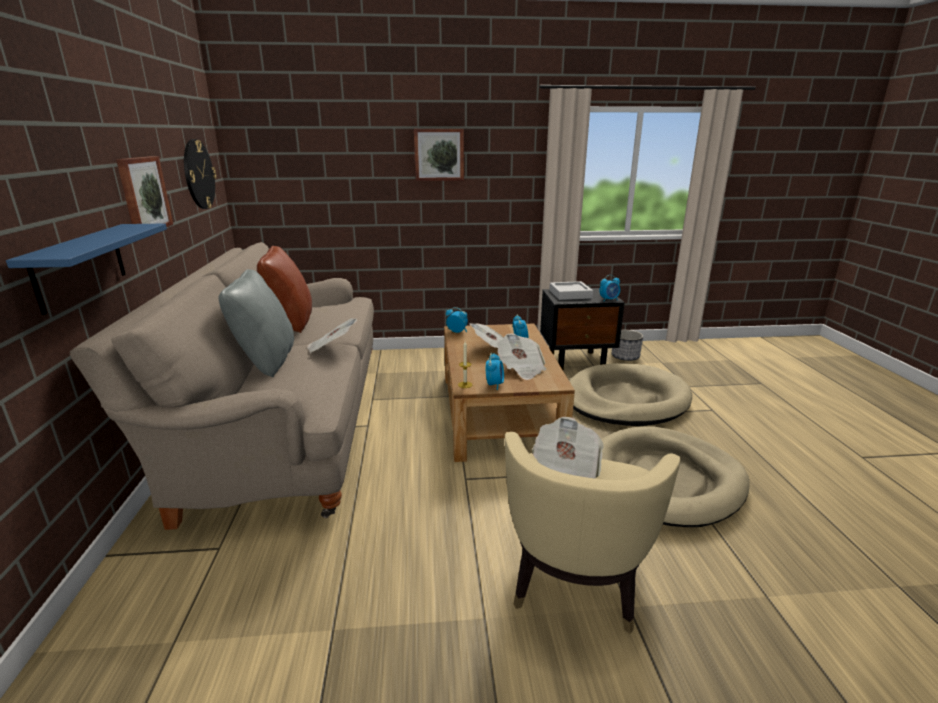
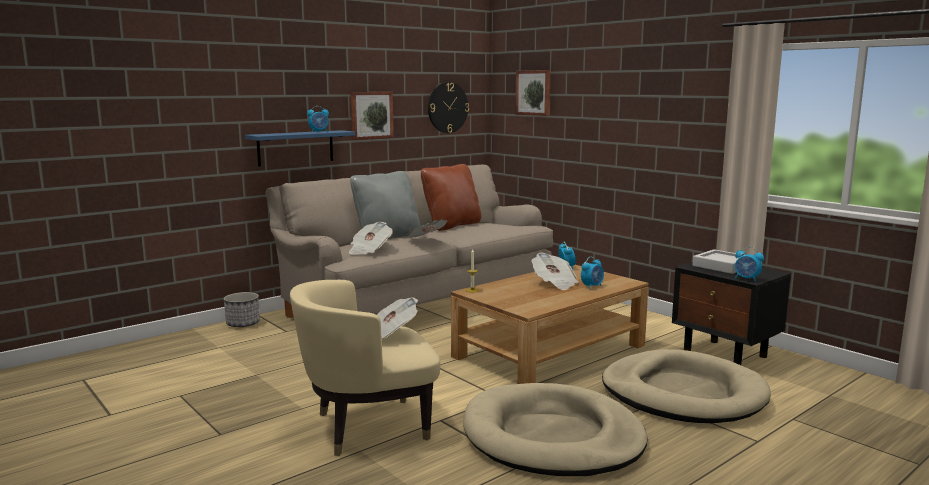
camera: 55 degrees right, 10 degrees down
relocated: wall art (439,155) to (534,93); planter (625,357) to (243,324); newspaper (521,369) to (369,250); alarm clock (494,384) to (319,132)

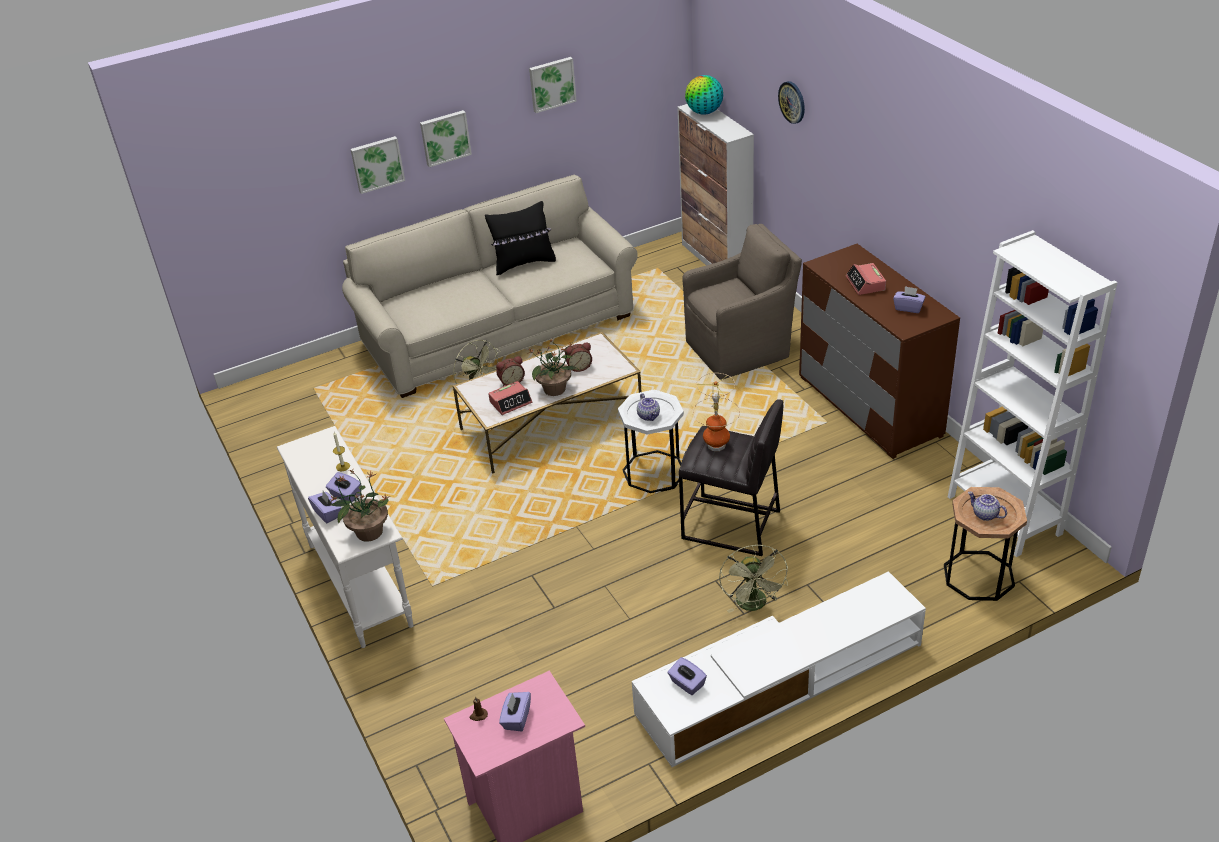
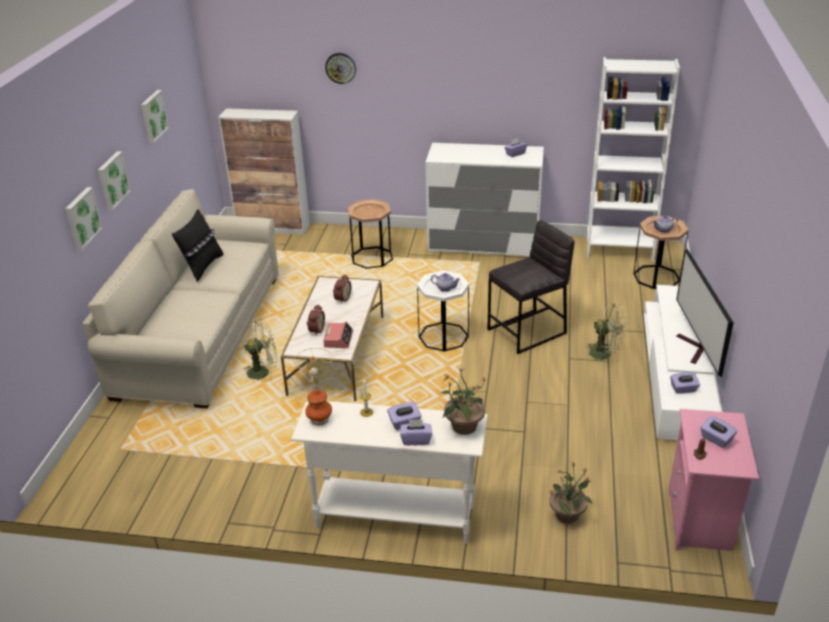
camera: 55 degrees left, 5 degrees down
missing: world globe (704,112); alarm clock (865,284)
appeared: TV (695,349)
relocated: plant in a pot (555,389) to (567,515); tabletop lamp (716,445) to (319,419)
exchanged: brownish armchair (740,349) to brownish end table (372,258)
colour: brownish chest of drawers (869,406) to white chest of drawers (483,244)

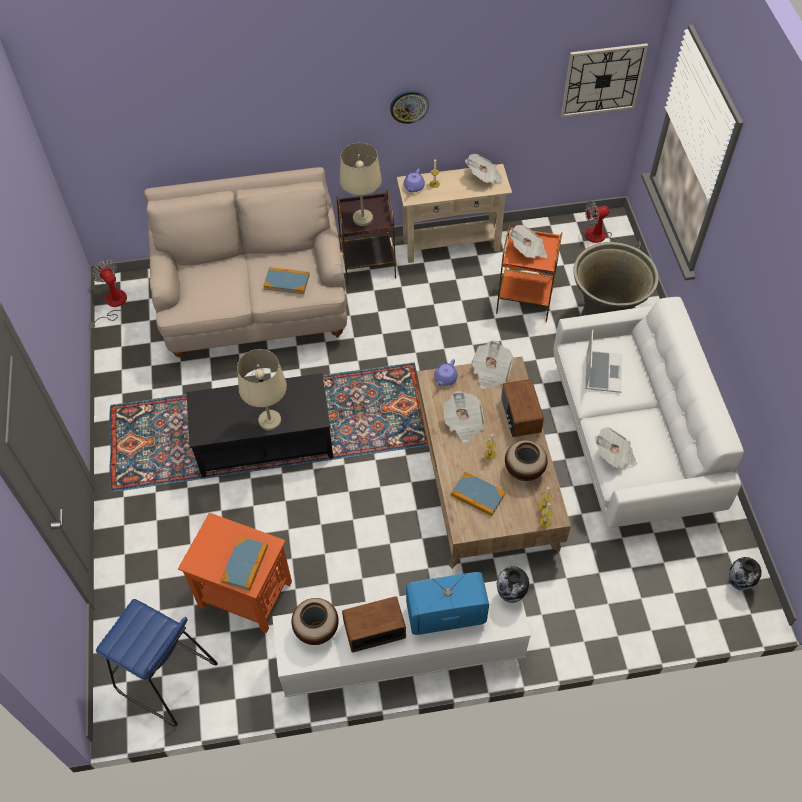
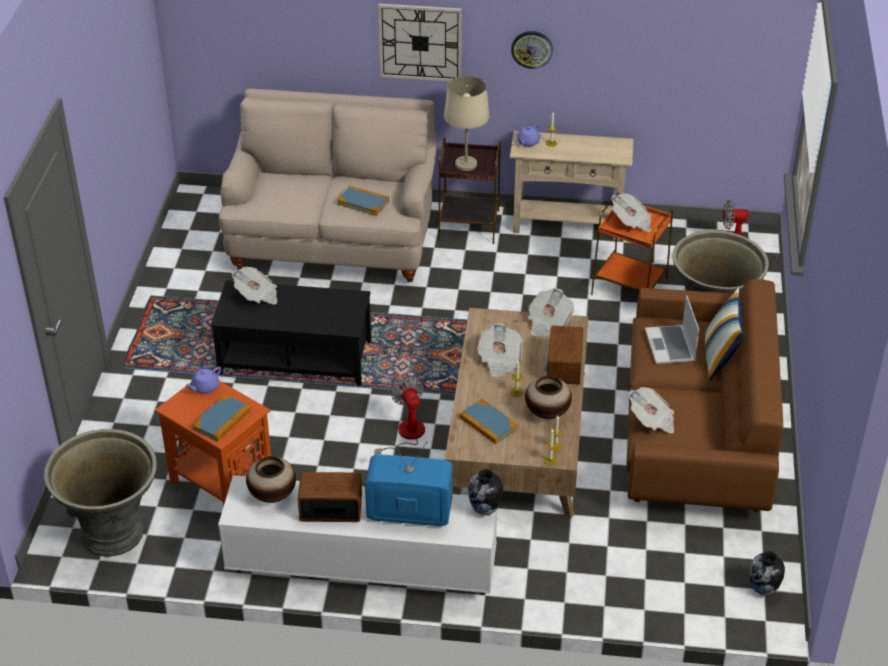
camera: 15 degrees right, 15 degrees down
missing: beige-coloured tabletop lamp (269,420)
appeared: throw pillow (720,358)
relocated: hanging clock (602,80) to (420,42); newspaper (484,177) to (257,296); fan (112,305) to (405,436); purplish teapot (445,379) to (205,387)
exchanged: blue stool (167,678) to gray planter (113,534)
colour: white settee (631,439) to brownish settee (695,436)
spun: laptop (602,372) = (671,346) 150 degrees clockwise

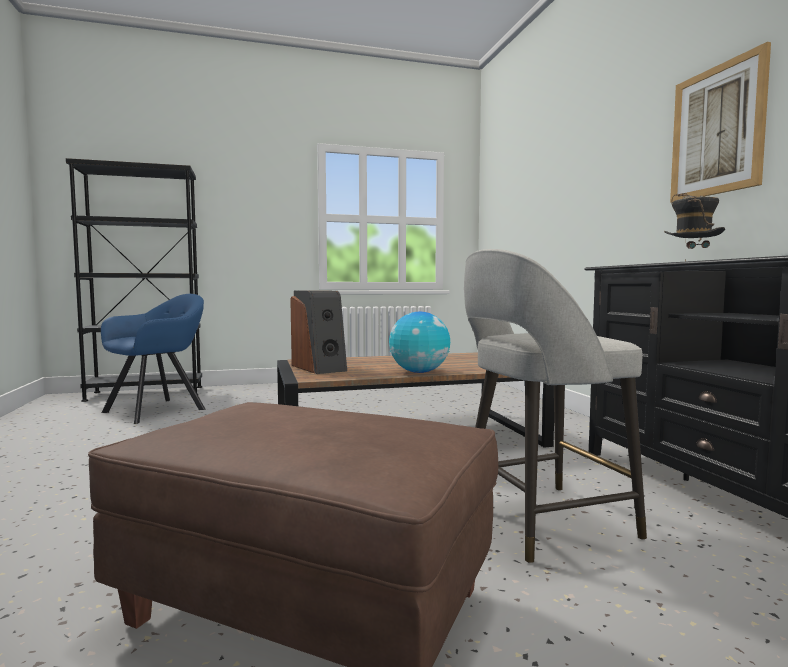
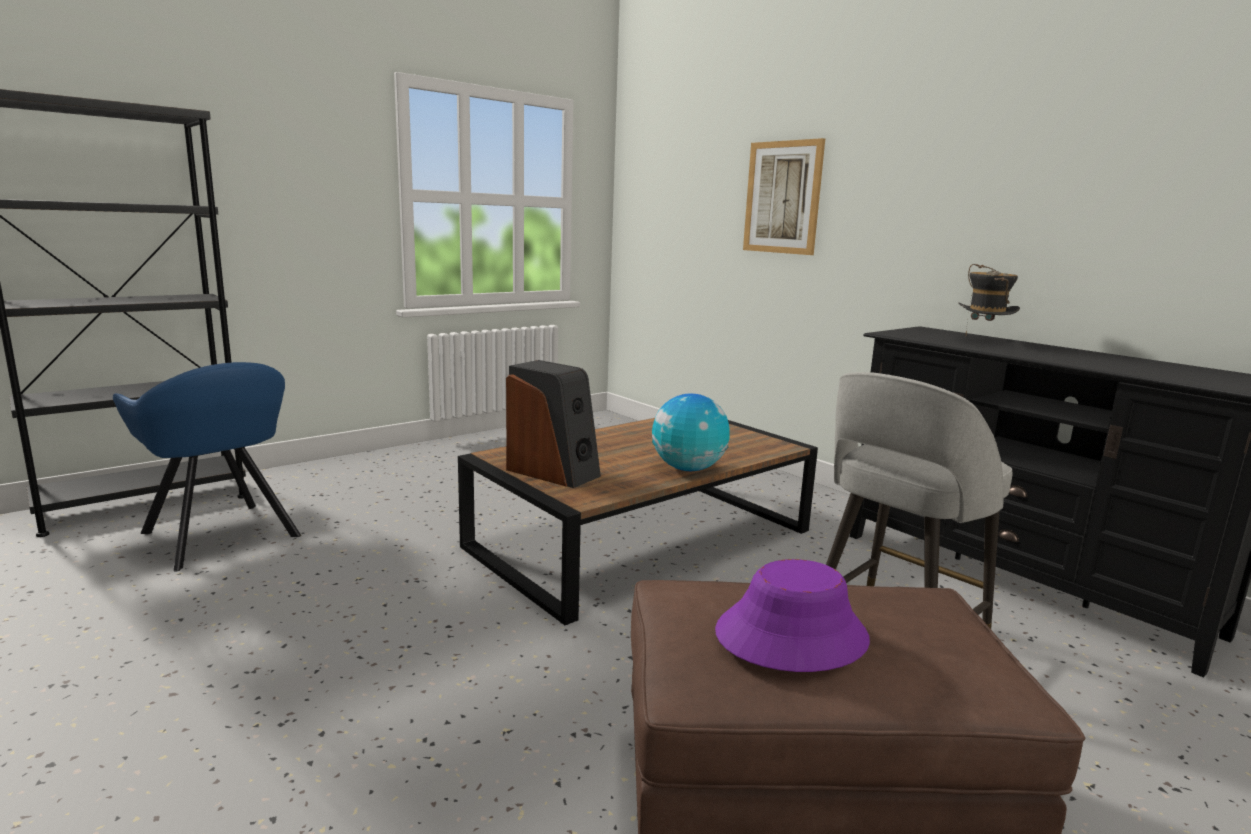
camera: 25 degrees left, 10 degrees up
appeared: purplish hat (791,635)
relocated: wall art (717,131) to (782,197)
spun: blue armchair (159,410) = (222,537) 120 degrees clockwise

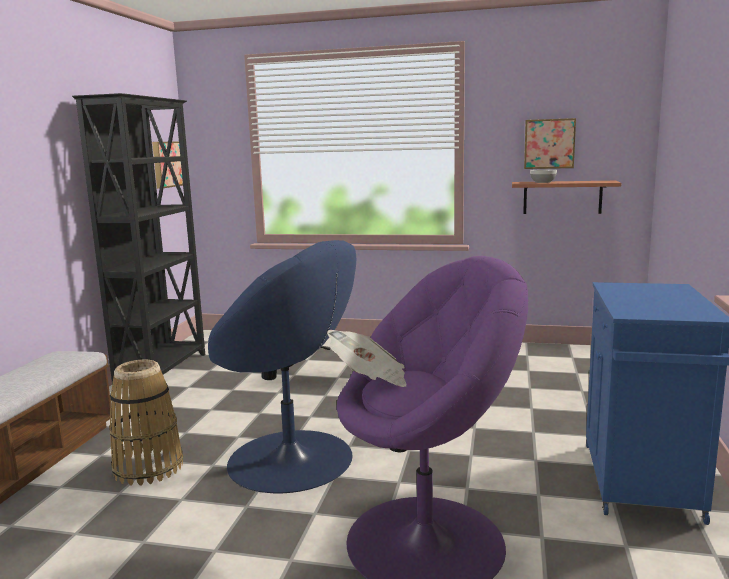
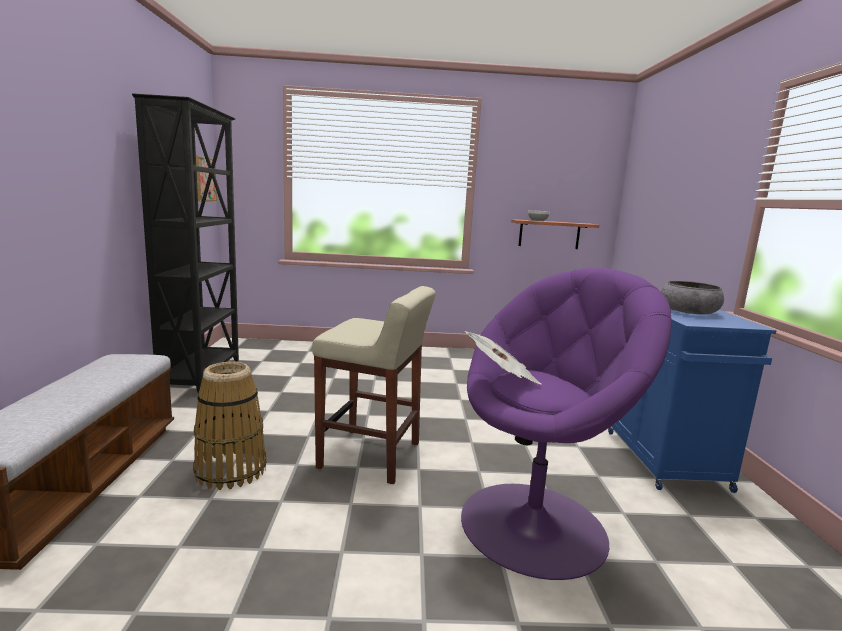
camera: 15 degrees left, 0 degrees up
missing: wall art (549,143)
appeared: gray bowl (689,311)
exchanged: blue armchair (292,460) to beige-coloured stool (372,456)

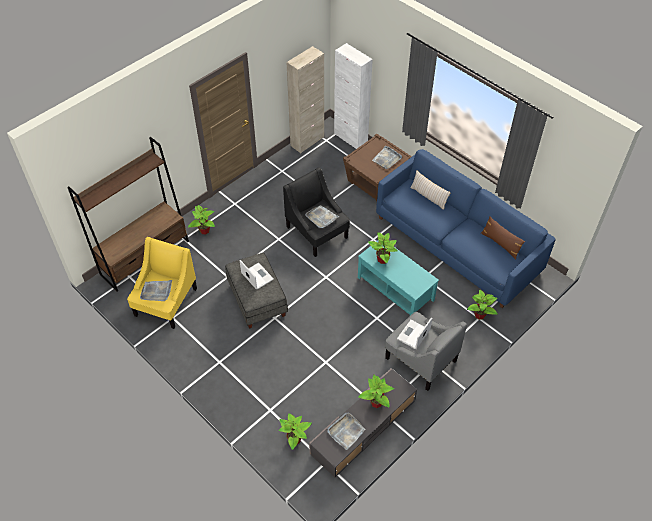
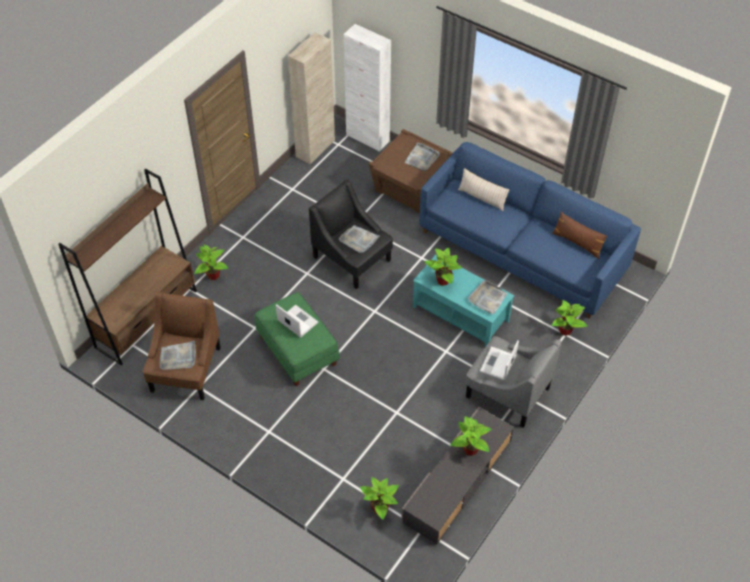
camera: 10 degrees left, 0 degrees up
relocated: gray tray (346,431) to (487,298)
colour: yellow armchair (166,302) to brownish armchair (186,369); gray footrest (256,300) to green footrest (297,351)

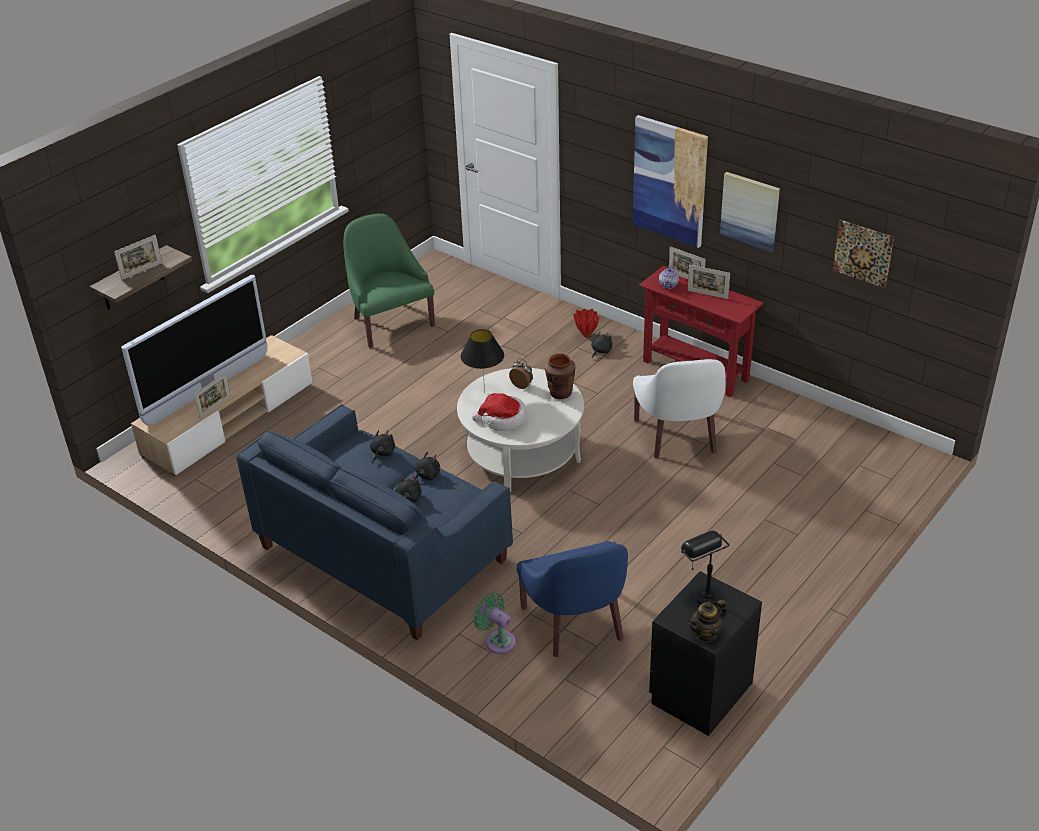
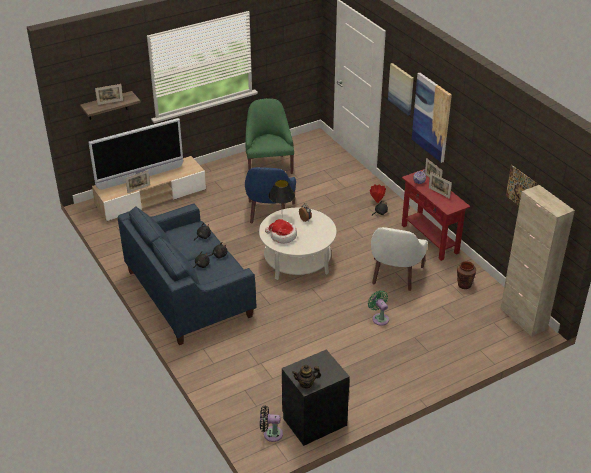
camera: 20 degrees right, 0 degrees up
missing: black tabletop lamp (701,592)
appeared: beige-coloured cabinet (523,319); black fan (270,434)
relocated: wall art (750,211) to (401,89); brownish flower vase (560,393) to (464,285); blue armchair (577,623) to (269,213); green fan (497,640) to (379,318)

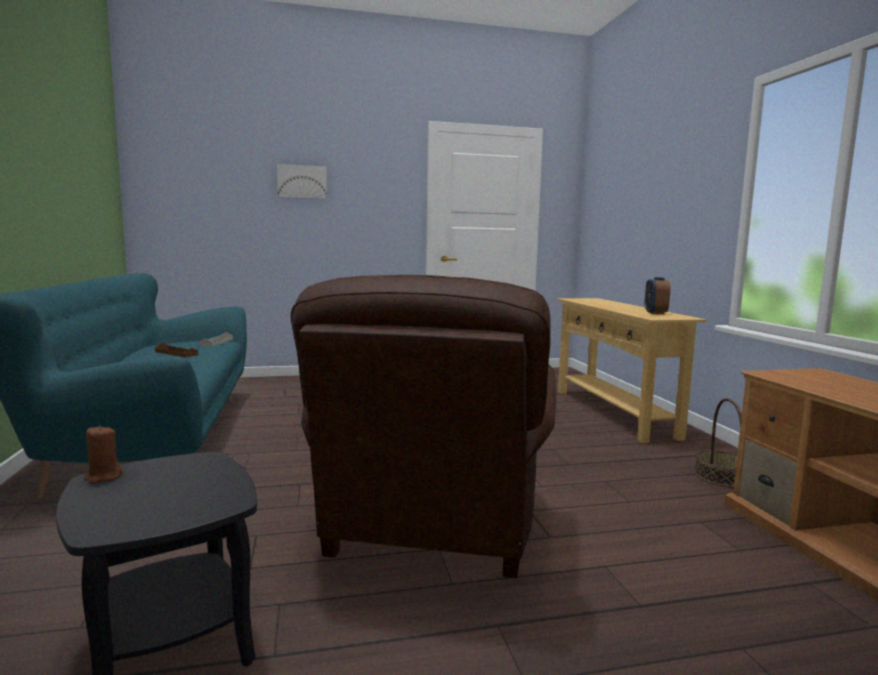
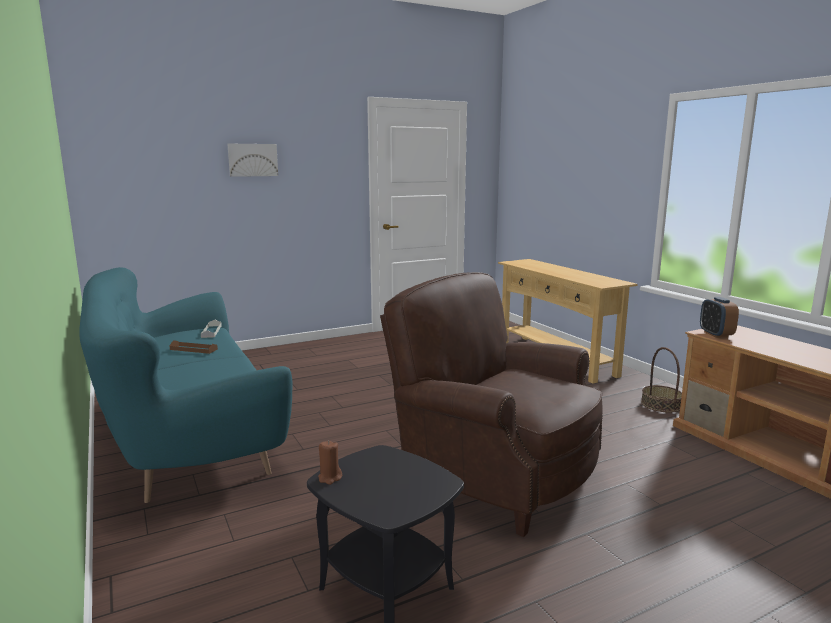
camera: 15 degrees left, 5 degrees up
relocated: alarm clock (655,313) to (716,334)
spun: brownish armchair (431,526) = (492,474) 135 degrees clockwise

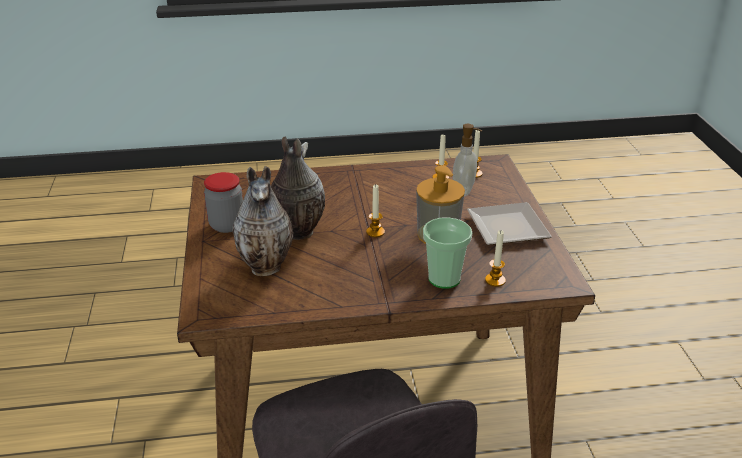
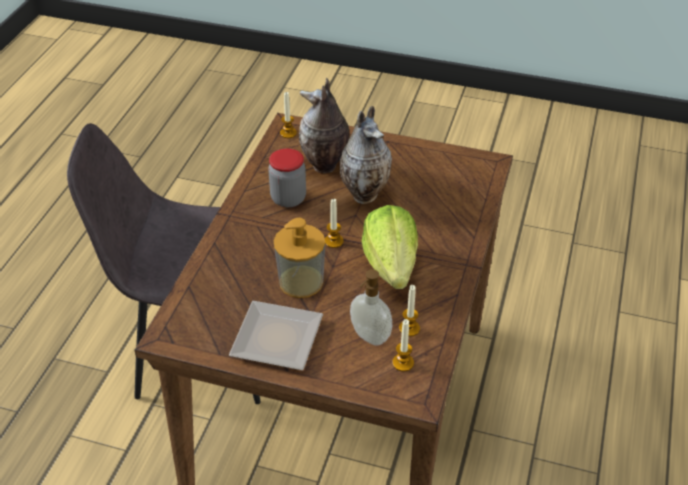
camera: 115 degrees right, 10 degrees up
missing: small cup (444,279)
appeared: lettuce head (391,265)
relocated: preserve jar (227,225) to (288,199); wax candle (495,280) to (288,133)

